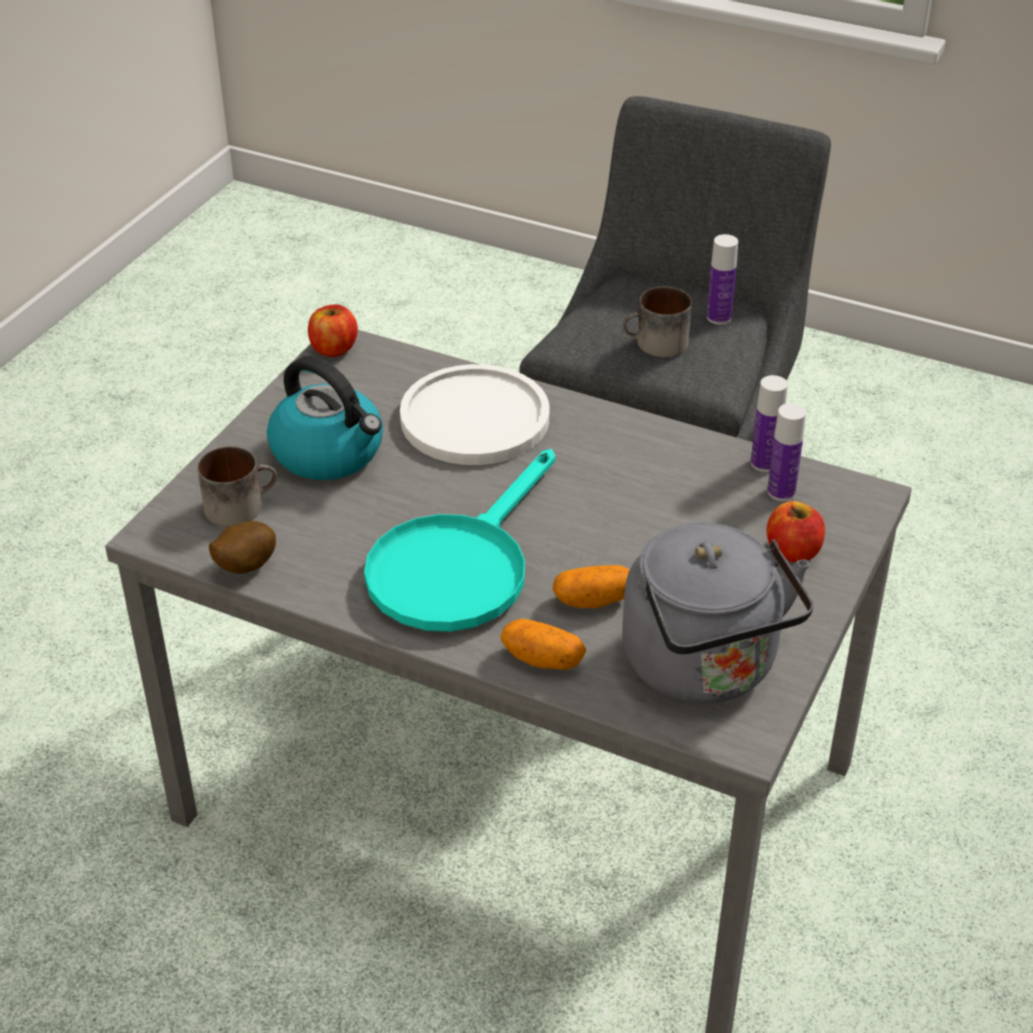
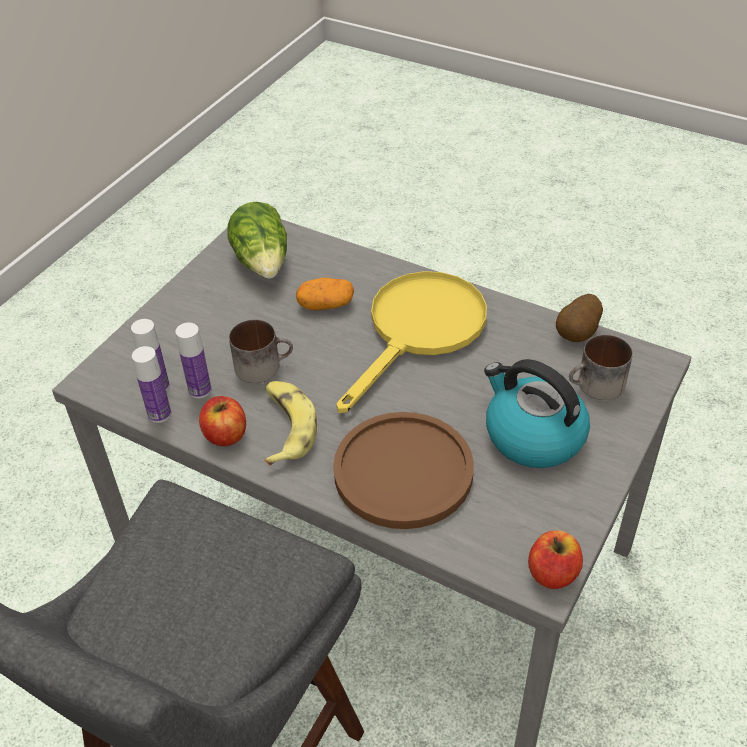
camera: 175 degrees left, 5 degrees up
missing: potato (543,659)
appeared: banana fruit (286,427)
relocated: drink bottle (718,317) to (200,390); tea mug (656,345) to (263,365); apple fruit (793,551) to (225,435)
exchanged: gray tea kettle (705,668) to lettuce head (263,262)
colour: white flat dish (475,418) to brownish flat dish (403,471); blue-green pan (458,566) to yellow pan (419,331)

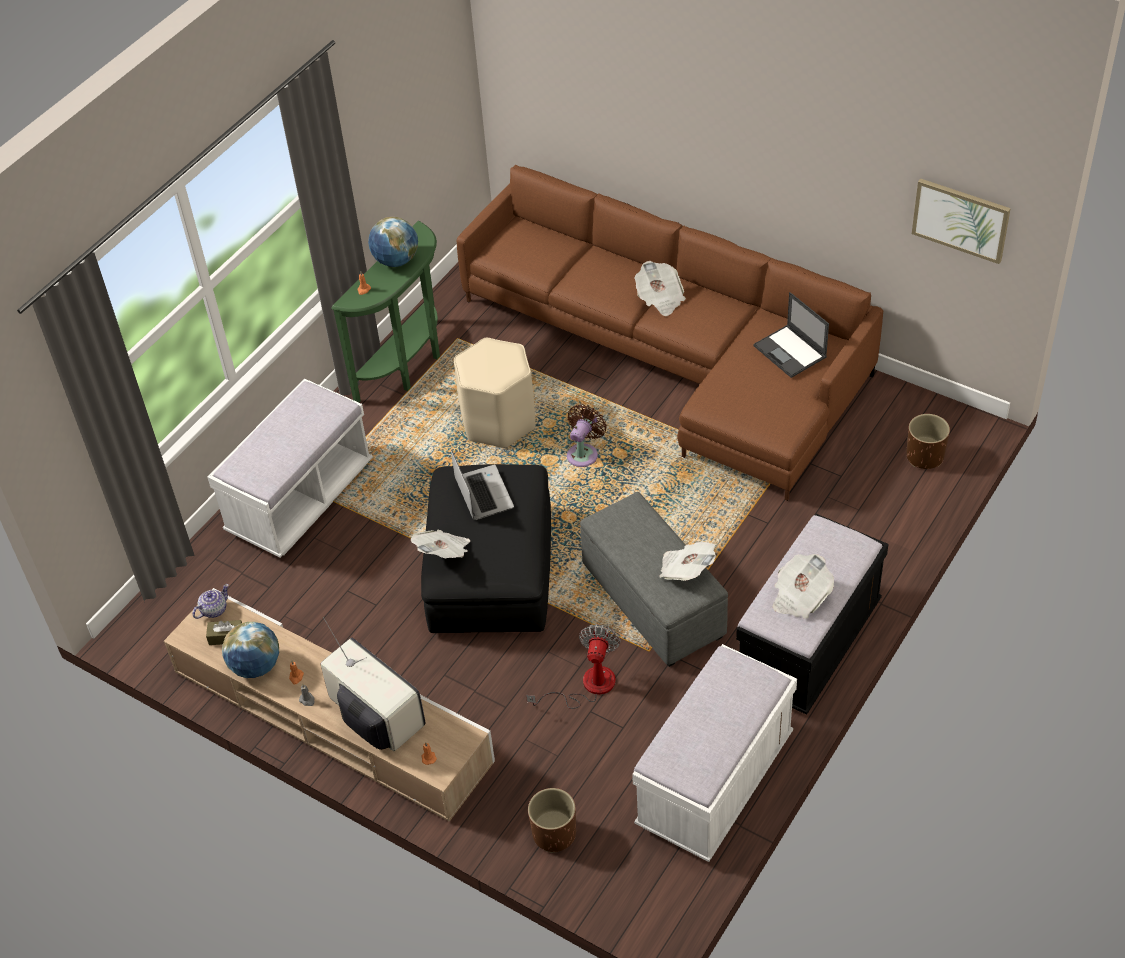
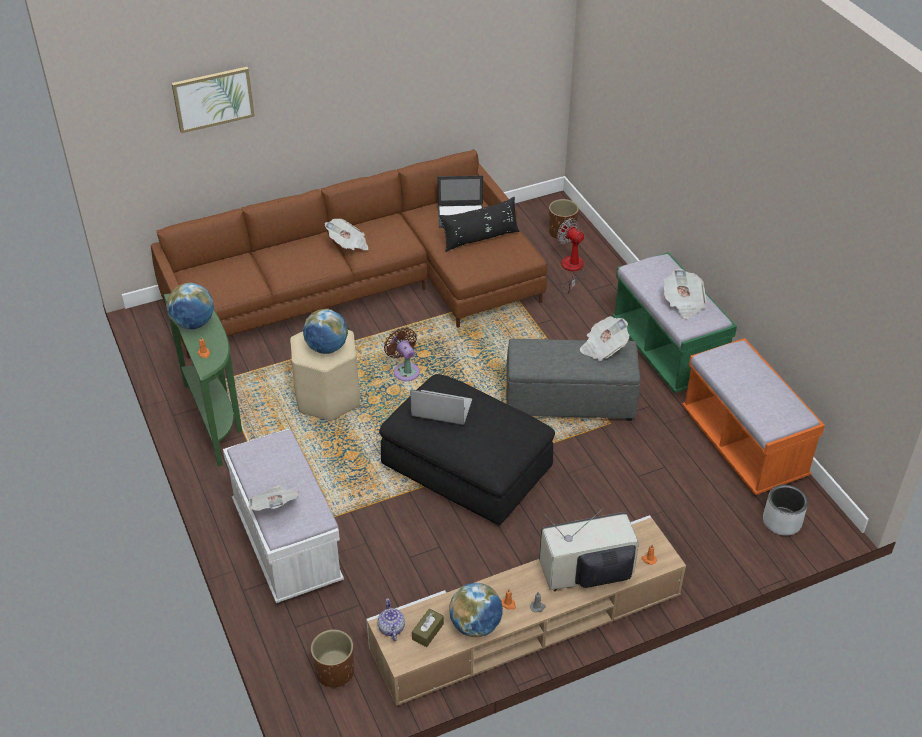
camera: 60 degrees left, 5 degrees down
appeared: black throw pillow (480,238); world globe (327,348); gray planter (782,522)
relocated: wall art (961,219) to (213,99); newspaper (444,553) to (274,506); fan (587,686) to (571,269); brownish planter (554,834) to (334,672)
colour: black bench (809,645) to green bench (667,351); white bench (715,782) to orange bench (743,445)

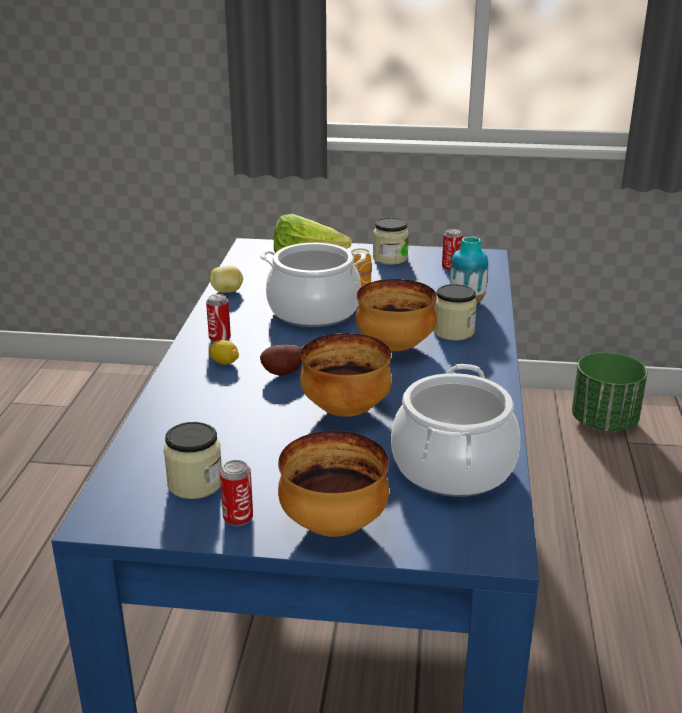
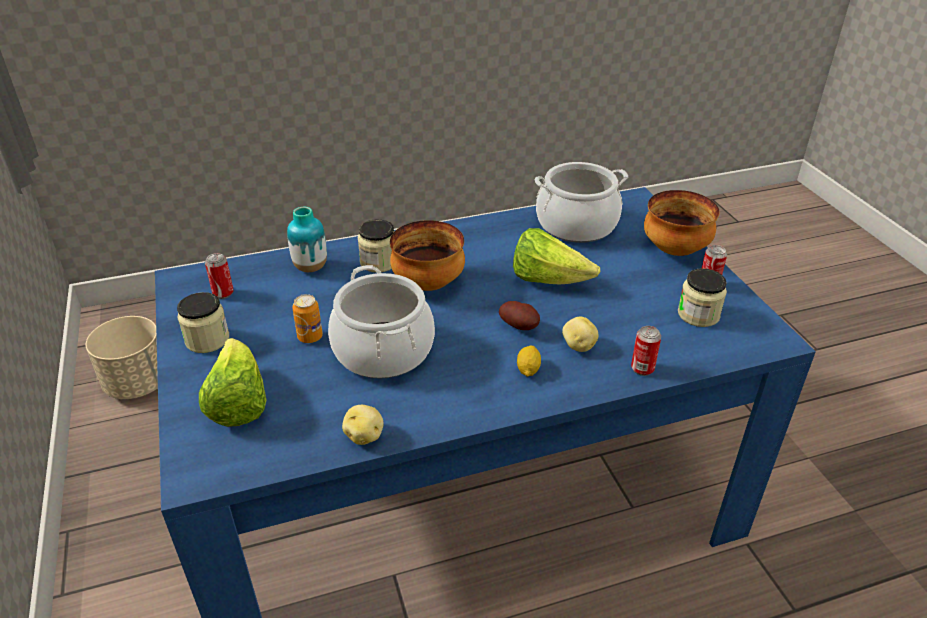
camera: 115 degrees left, 10 degrees up
appeared: potato (578,346)
relocated: can (219,338) to (642,369)
exchanged: bowl (347,410) to lettuce head (548,280)
colour: green planter (604,422) to beige-coloured planter (138,383)

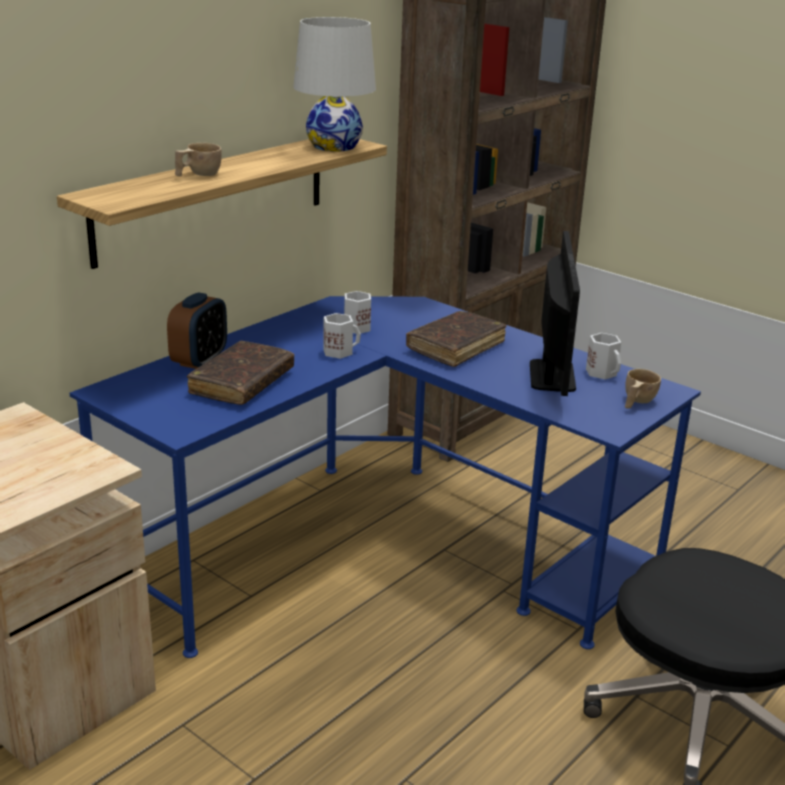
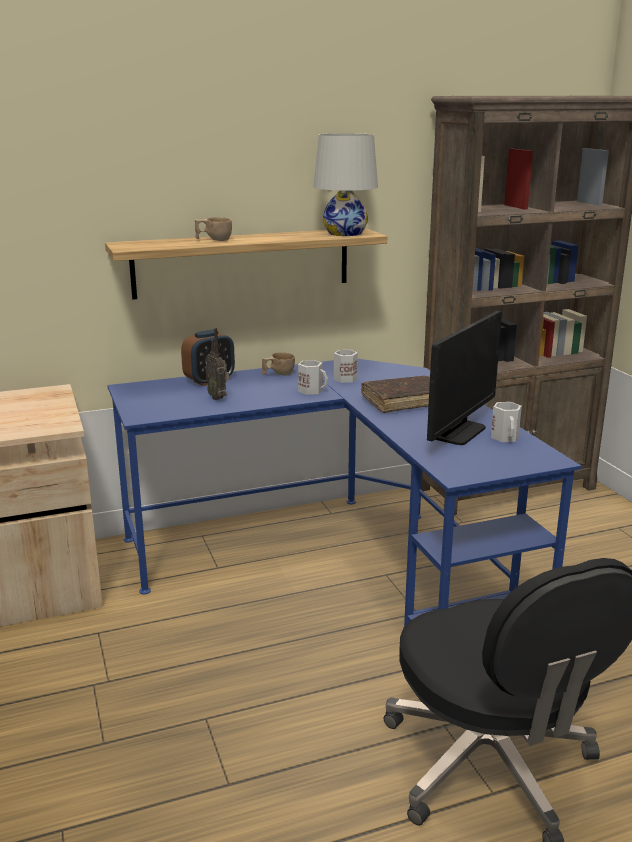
camera: 30 degrees right, 5 degrees down
relocated: beige-coloured small cup (636,402) to (278,374)
exchanged: brownish volume (242,383) to radio receiver (218,397)

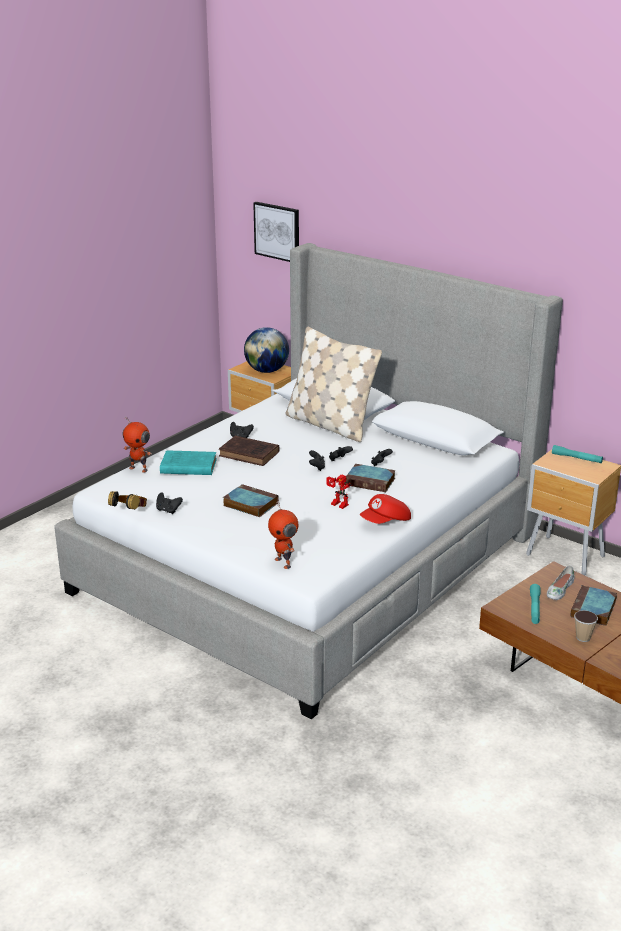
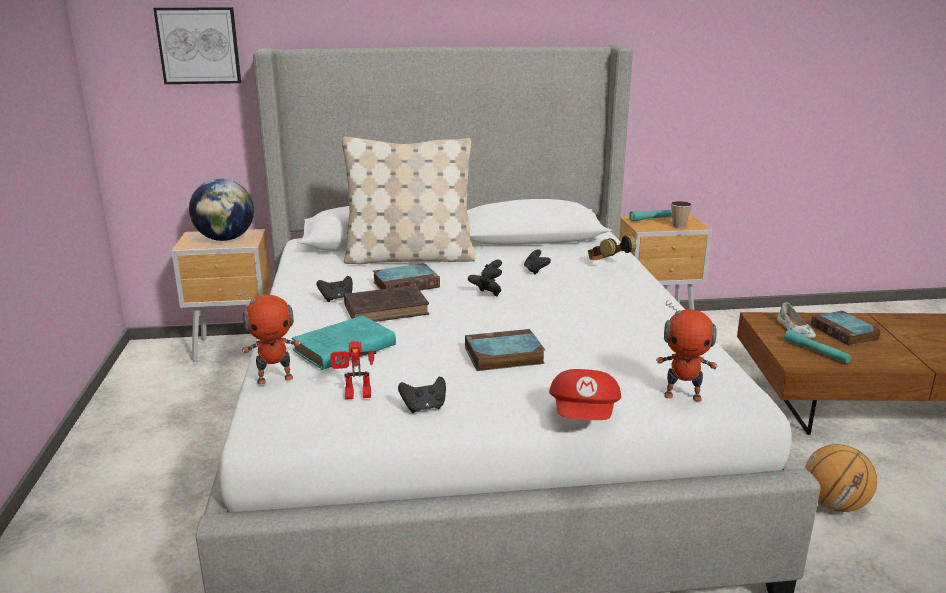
camera: 45 degrees left, 5 degrees down
appeared: basketball (834,505)
relocated: volume (371,482) to (407,284); toy robot (337,505) to (356,396); pair of headphones (130,513) to (608,264); reddish peaked cap (386,522) to (585,415); small cup (583,637) to (679,226)

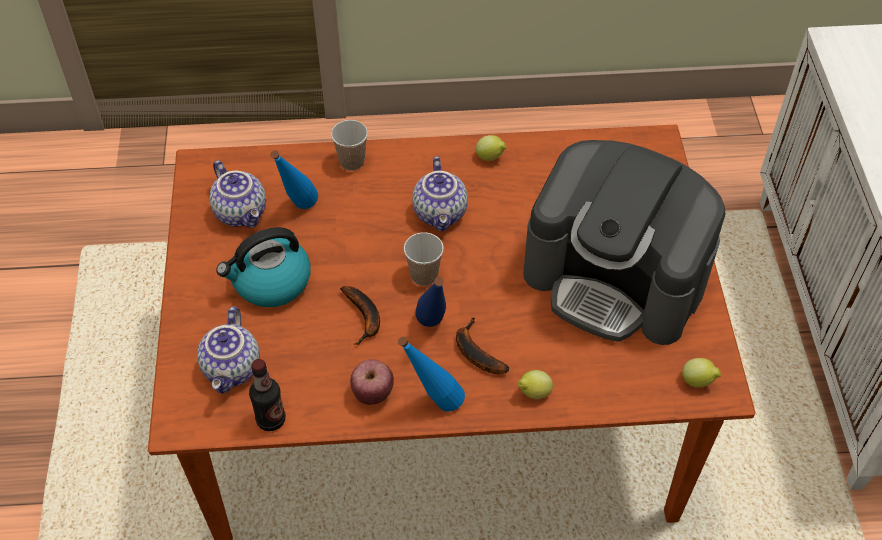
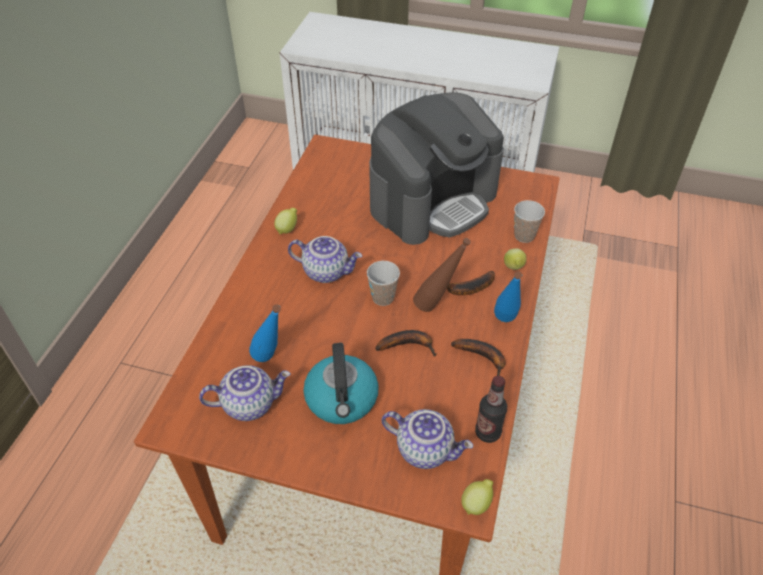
camera: 70 degrees left, 5 degrees down
relocated: small cup (352,162) to (524,236); citrus fruit (698,381) to (476,503)
exchanged: apple fruit (373,393) to banana fruit (483,358)
colour: blue drink bottle (433,329) to brownish drink bottle (437,306)

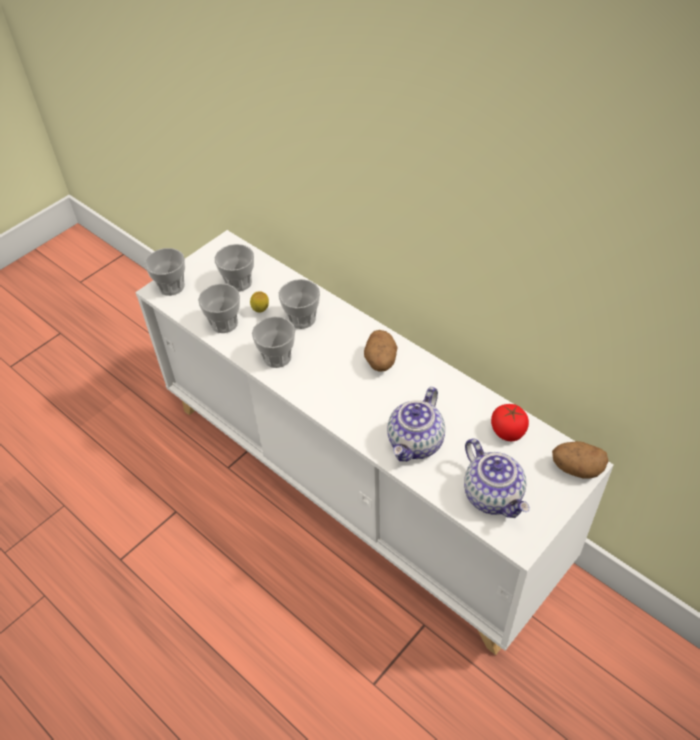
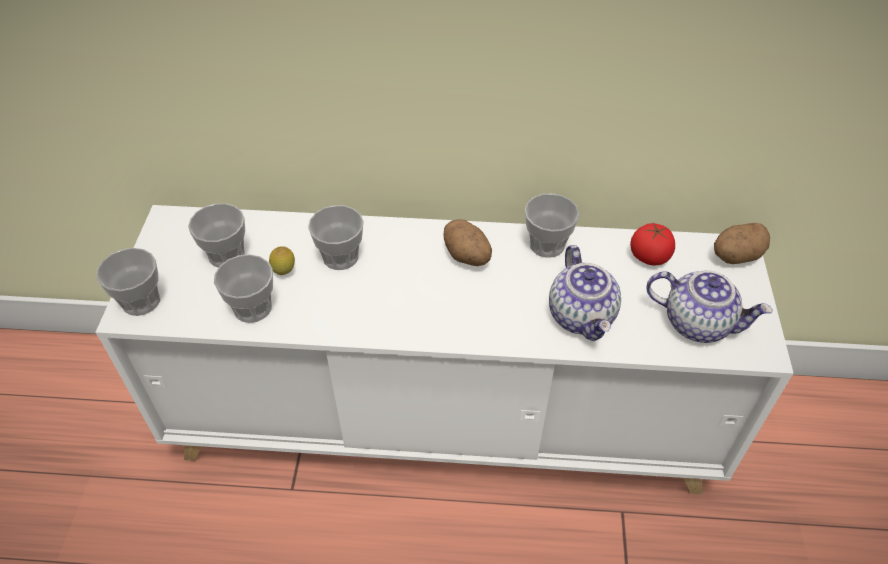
camera: 40 degrees left, 0 degrees up
relocated: small cup (277,357) to (547,244)

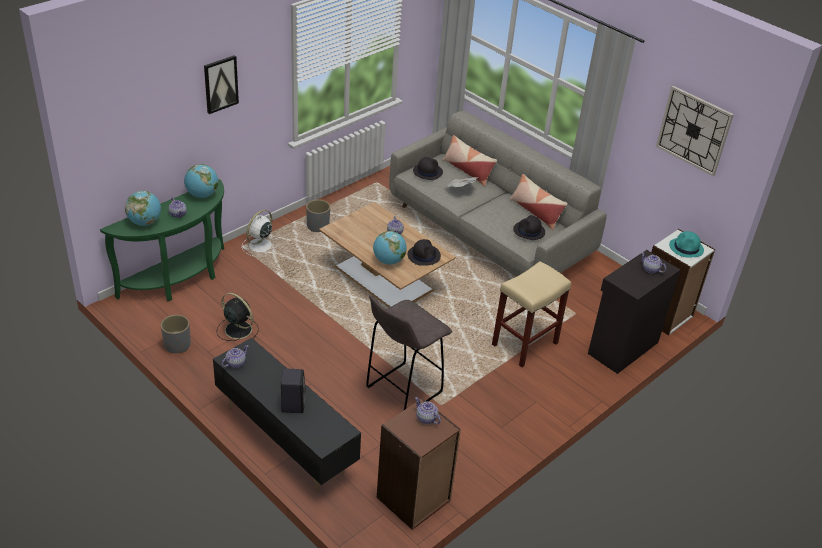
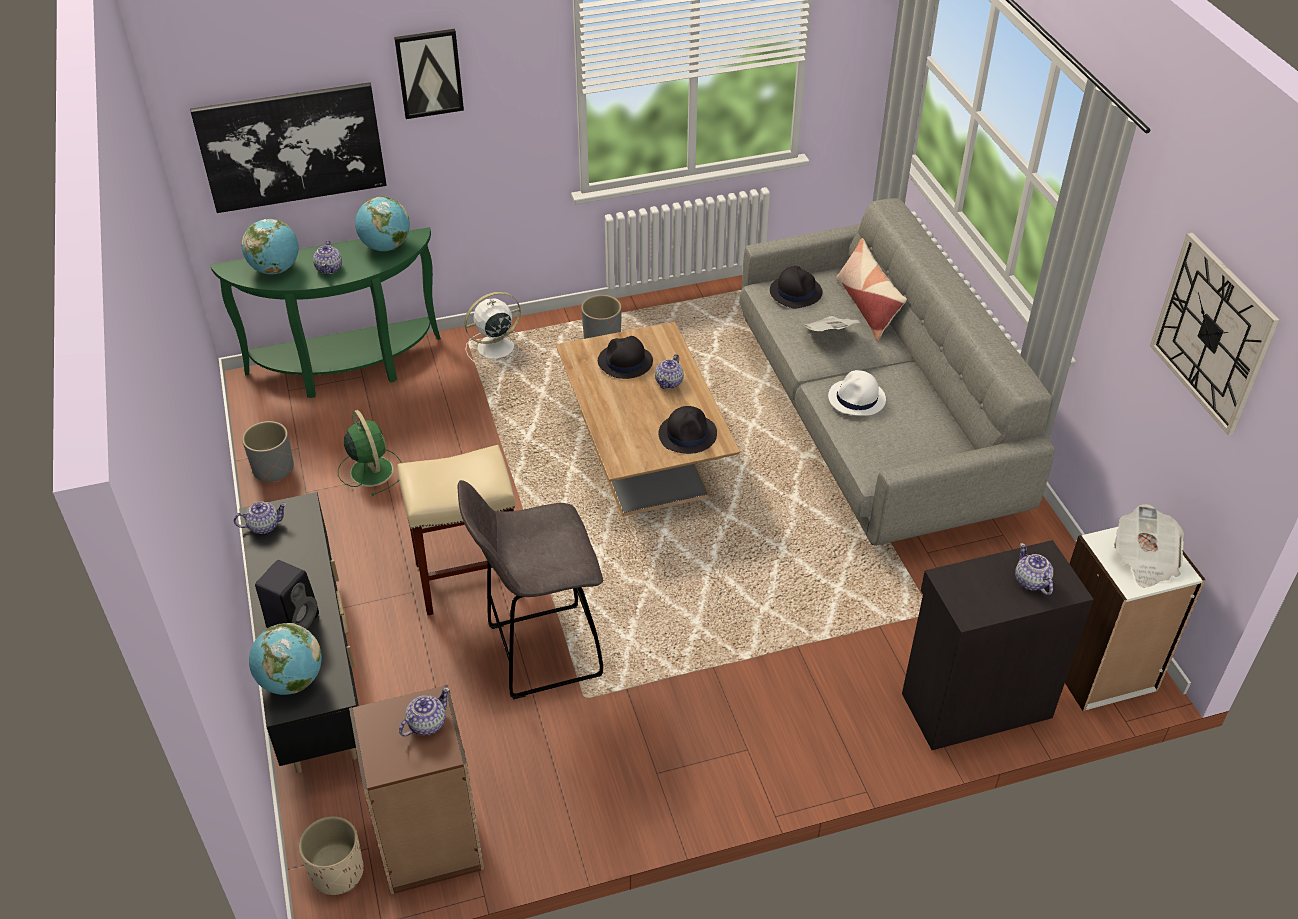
camera: 30 degrees right, 5 degrees up
missing: throw pillow (535,212)
appeared: wall art (292,146); white hat (857,399); beige-coloured planter (337,872)
relocated: black hat (529,231) to (625,362); world globe (388,261) to (291,681); beige-coloured stool (524,345) to (467,579)
exchanged: blue-green hat (686,248) to newspaper (1144,560)
colour: black fan (237,329) to green fan (371,470)
spun: teapot (426,418) = (426,724) 60 degrees clockwise

